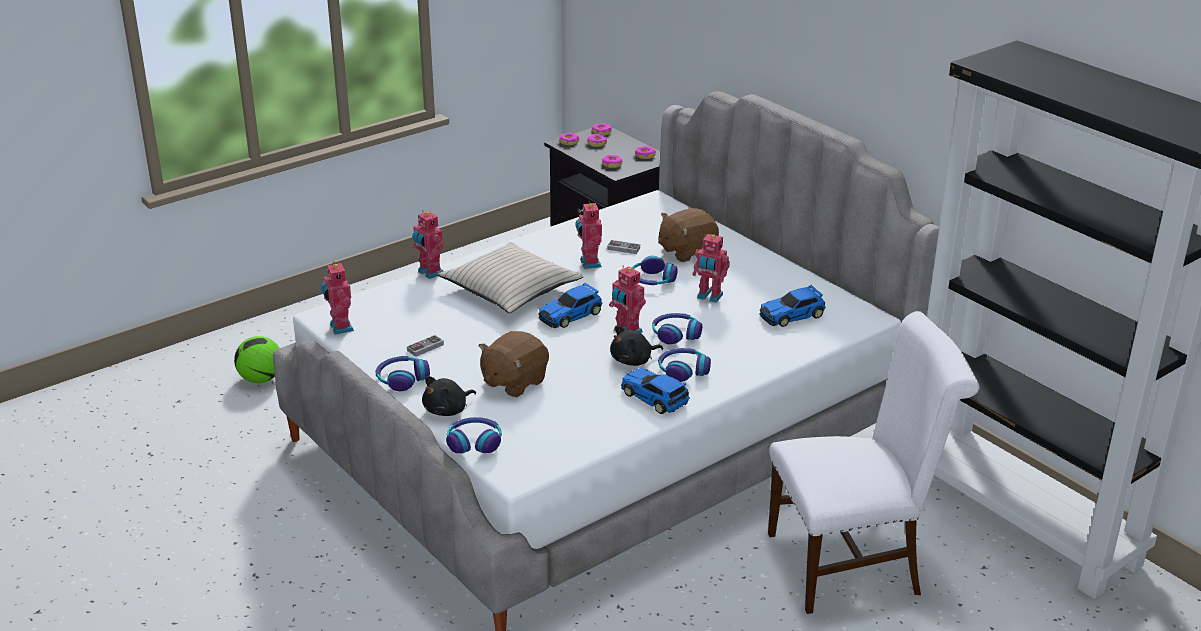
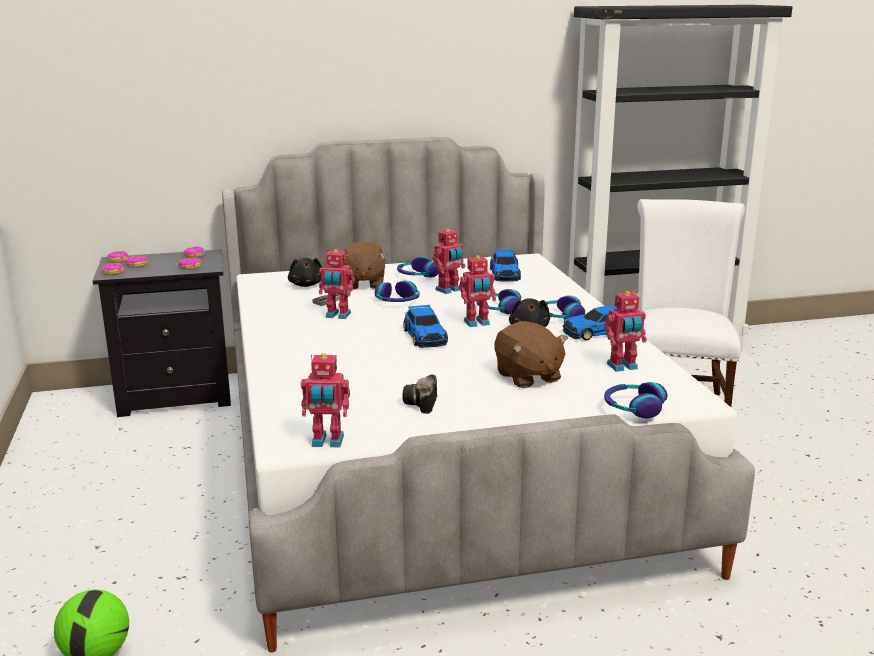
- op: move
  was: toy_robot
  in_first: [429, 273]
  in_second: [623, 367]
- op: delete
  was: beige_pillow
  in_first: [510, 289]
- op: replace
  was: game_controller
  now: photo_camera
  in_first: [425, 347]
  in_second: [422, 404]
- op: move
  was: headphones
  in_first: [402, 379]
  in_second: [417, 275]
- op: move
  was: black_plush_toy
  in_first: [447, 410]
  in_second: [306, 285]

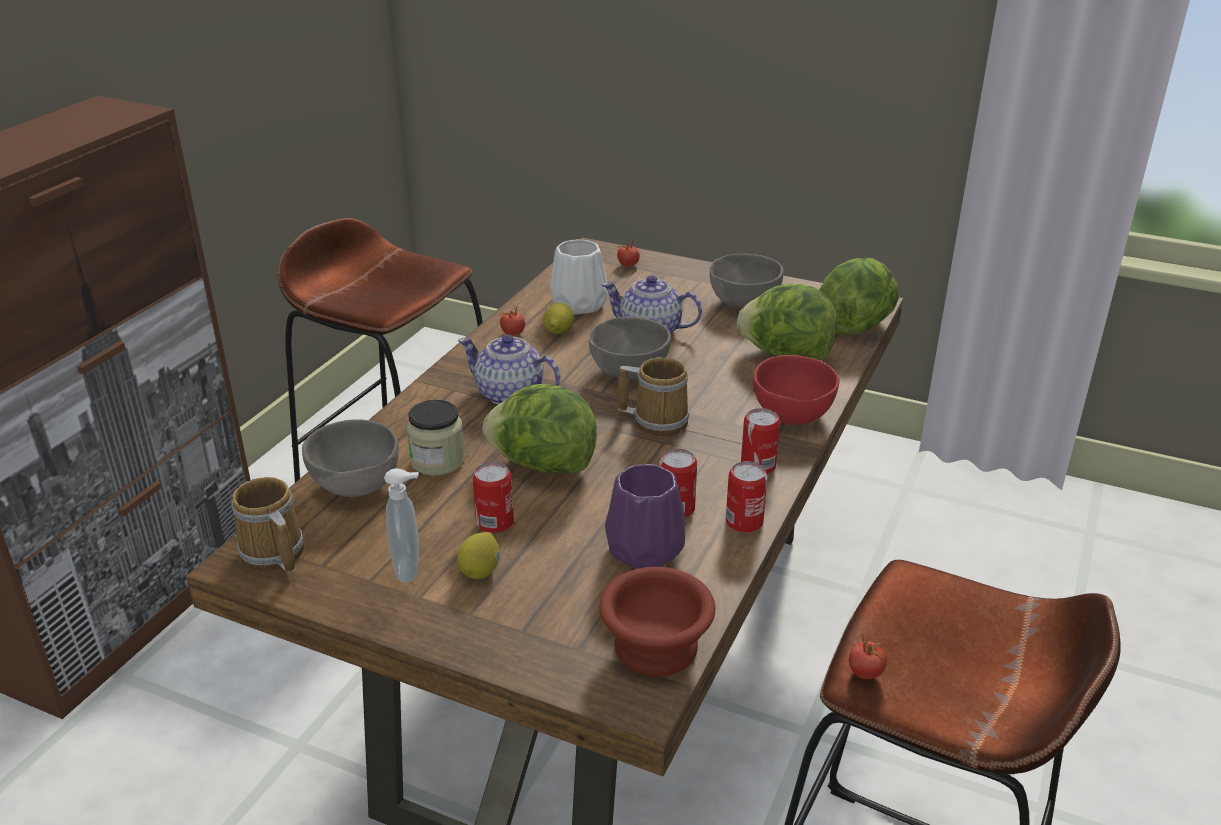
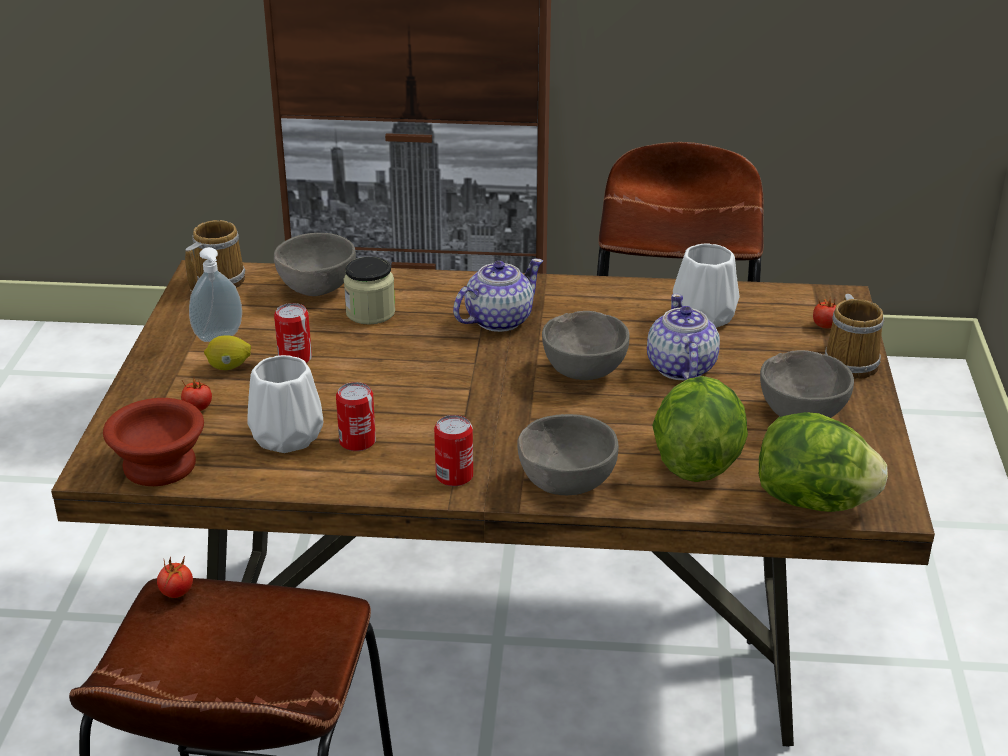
- op: delete
  was: lemon
  in_first: [558, 332]
- op: move
  was: tomato
  in_first: [513, 333]
  in_second: [198, 408]
- op: rotate
  was: teapot
  in_first: [510, 394]
  in_second: [497, 320]
  clockwise: 45
- op: recolor
  was: red_bowl
  now: grey_bowl
  in_first: [791, 415]
  in_second: [565, 483]
- op: move
  was: mug
  in_first: [657, 420]
  in_second: [851, 362]
- op: delete
  was: lettuce
  in_first: [543, 465]
- op: delete
  was: can
  in_first: [744, 522]
- op: recolor
  was: purple_vase
  now: white_vase
  in_first: [642, 550]
  in_second: [286, 435]

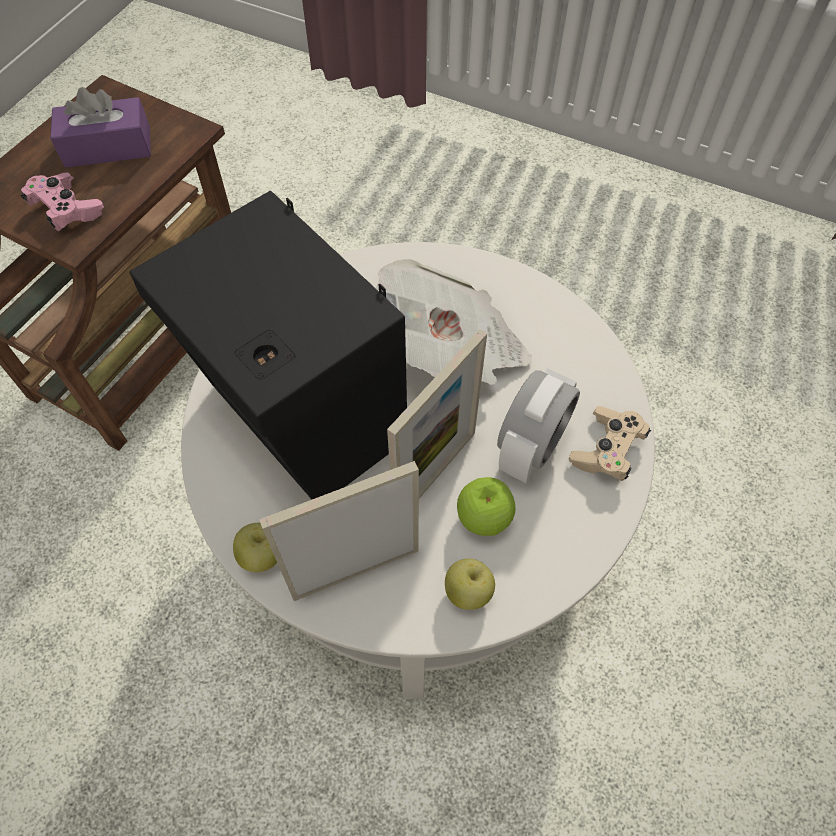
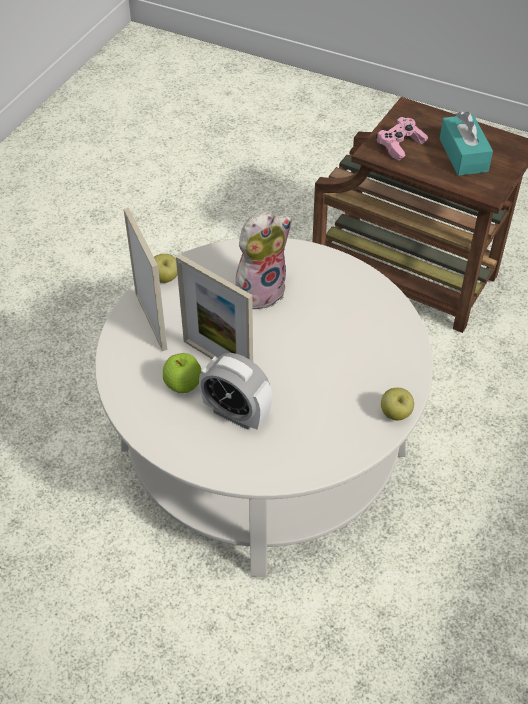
- op: recolor
  was: purple_tissue_box
  now: turquoise_tissue_box
  in_first: [108, 147]
  in_second: [463, 155]
- op: replace
  was: black_speaker
  now: plush_toy
  in_first: [302, 421]
  in_second: [260, 291]
- op: delete
  was: newspaper
  in_first: [450, 351]
- op: delete
  was: beige_game_controller
  in_first: [607, 450]
- op: move
  was: apple
  in_first: [468, 592]
  in_second: [395, 414]

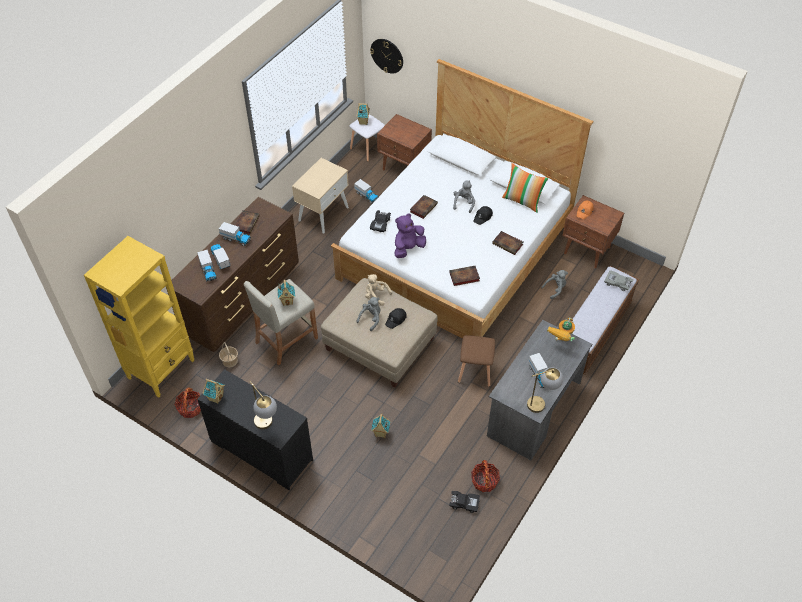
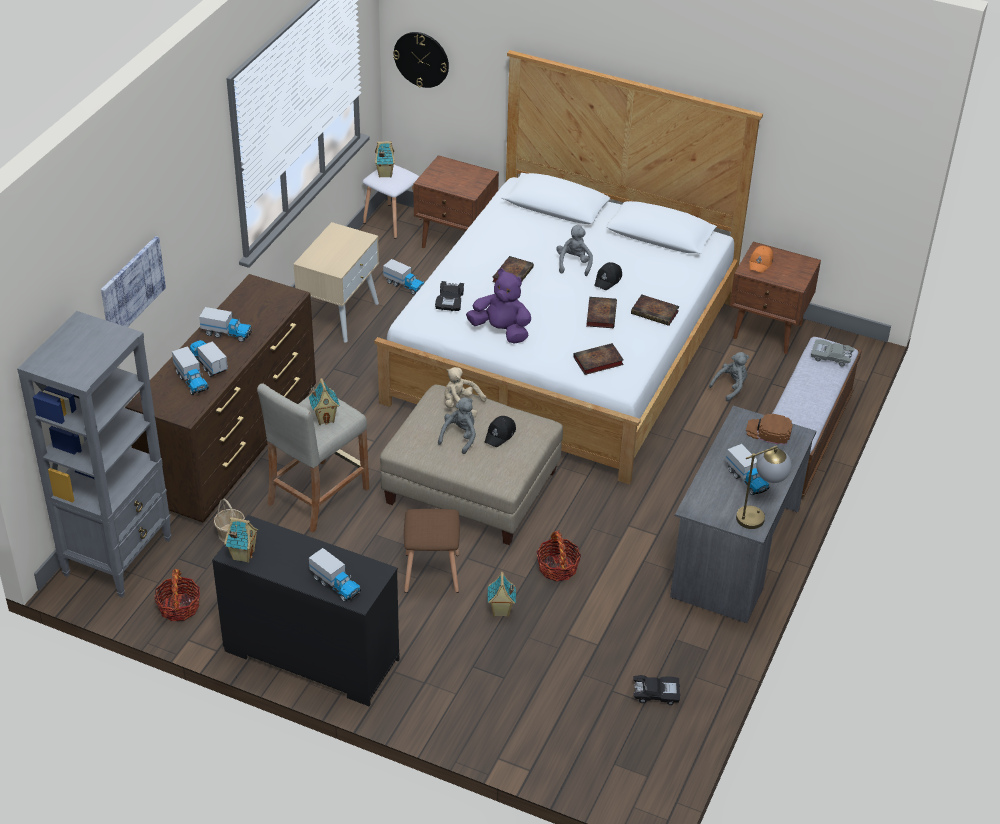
- op: delete
  was: pillow
  in_first: [522, 201]
- op: move
  was: book
  in_first: [246, 223]
  in_second: [601, 314]
- op: rotate
  was: purple_plush_toy
  in_first: [408, 248]
  in_second: [501, 331]
  clockwise: 75
- op: recolor
  was: yellow_bookcase
  now: grey_bookcase
  in_first: [162, 369]
  in_second: [119, 556]
- op: replace
  was: toy_robot
  now: brown_cap
  in_first: [561, 341]
  in_second: [768, 432]
- op: move
  was: brown_stool
  in_first: [475, 371]
  in_second: [431, 572]
- op: replace
  was: table_lamp
  now: toy_truck
  in_first: [267, 426]
  in_second: [336, 585]
- op: move
  was: basket
  in_first: [484, 481]
  in_second: [557, 568]
- op: insert
  now: picture
  in_second: [132, 288]

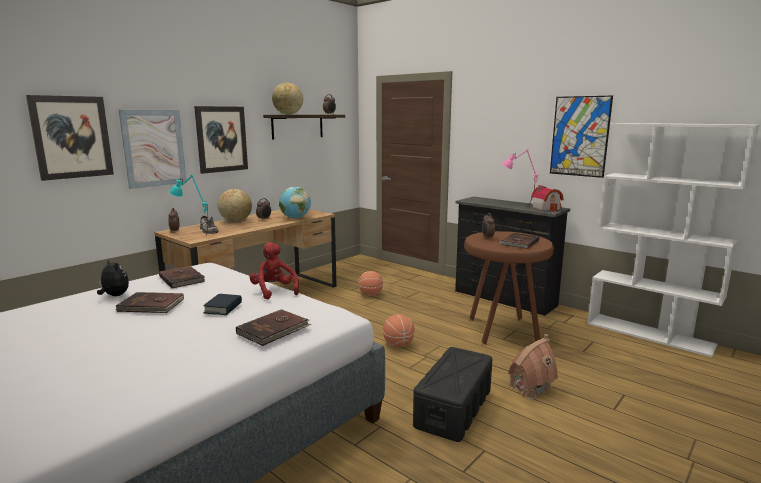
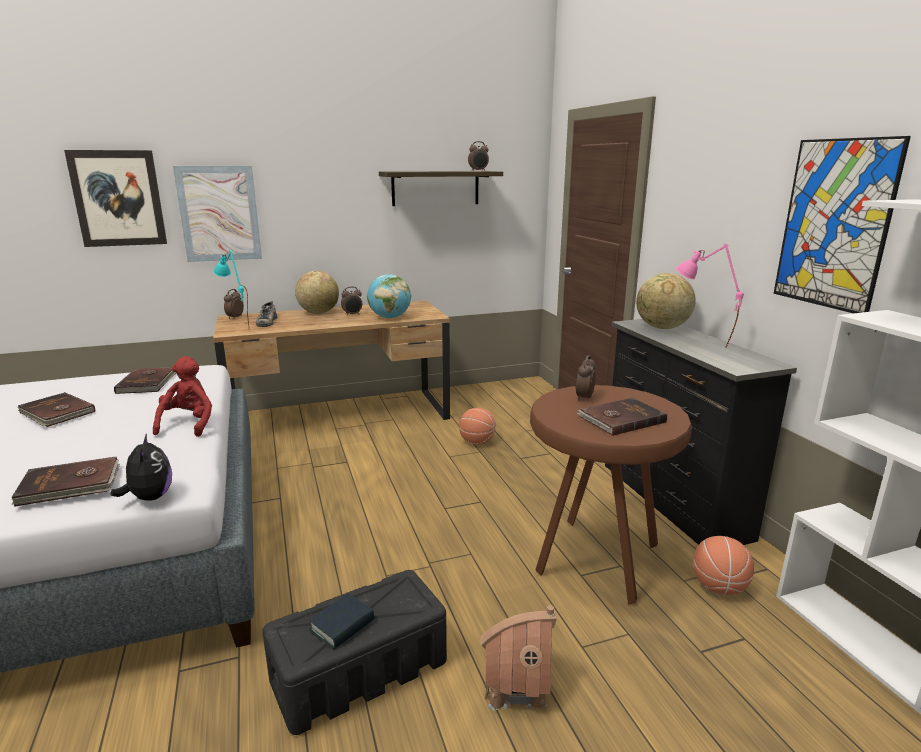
- op: move
  was: globe
  in_first: [288, 114]
  in_second: [662, 328]
- op: delete
  was: picture
  in_first: [221, 139]
- op: delete
  was: toy_house
  in_first: [547, 208]
- op: move
  was: plush_toy
  in_first: [114, 296]
  in_second: [150, 497]
- op: move
  was: book
  in_first: [223, 308]
  in_second: [342, 626]
- op: move
  was: basketball
  in_first: [398, 344]
  in_second: [718, 587]

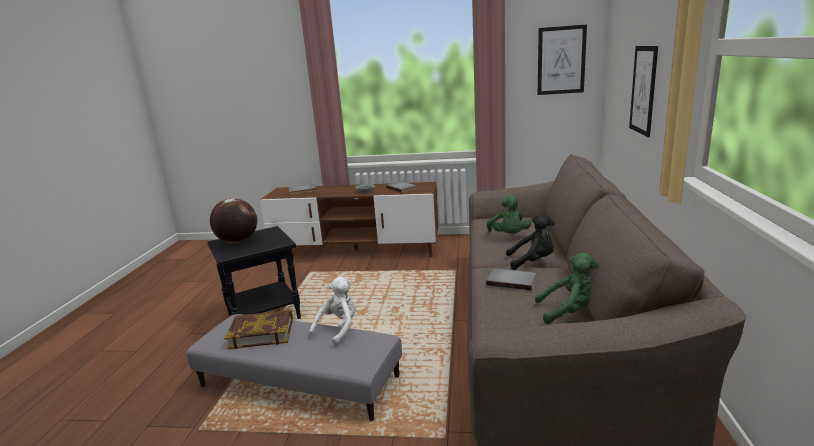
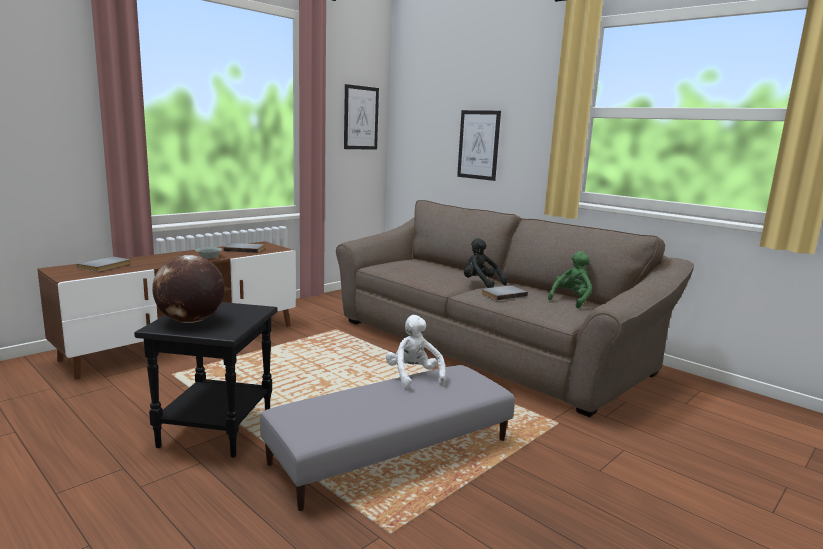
- op: delete
  was: green_plush_toy
  in_first: [509, 236]
- op: rotate
  was: black_plush_toy
  in_first: [532, 262]
  in_second: [480, 283]
  clockwise: -90
- op: delete
  was: book
  in_first: [261, 333]

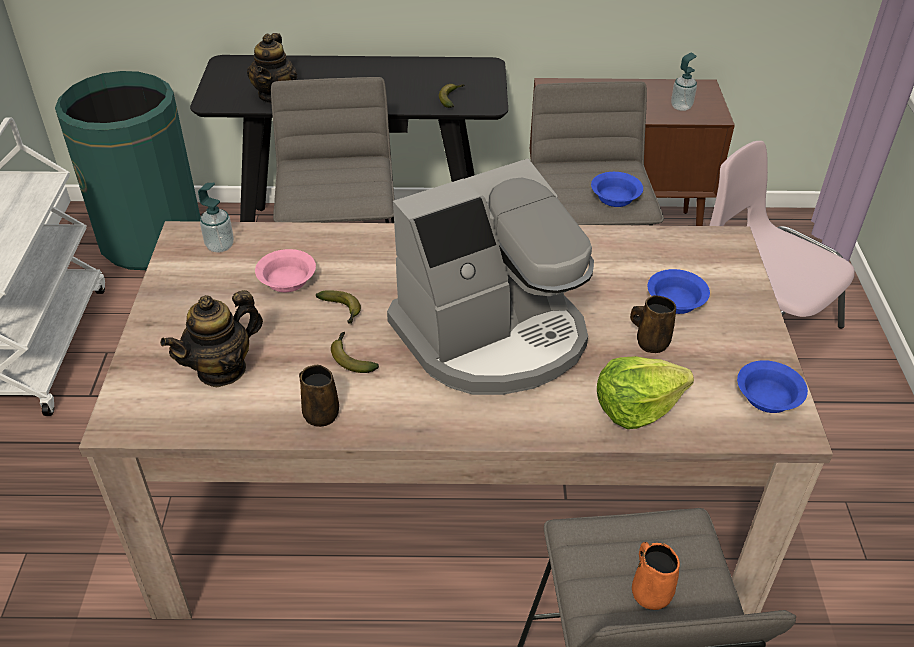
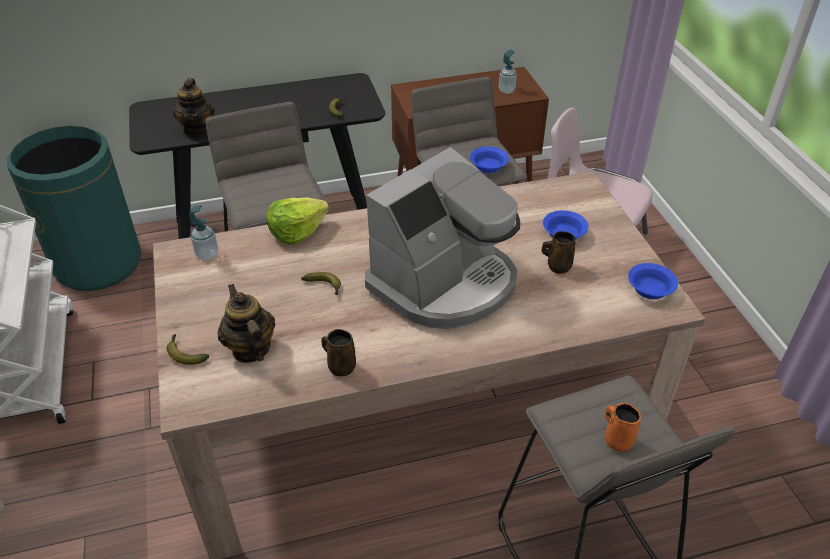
- op: delete
  was: pink_bowl
  in_first: [286, 282]
- op: rotate
  was: teapot
  in_first: [222, 369]
  in_second: [250, 349]
  clockwise: 120
- op: move
  was: banana
  in_first: [351, 358]
  in_second: [185, 353]
- op: move
  was: lettuce
  in_first: [636, 406]
  in_second: [297, 231]

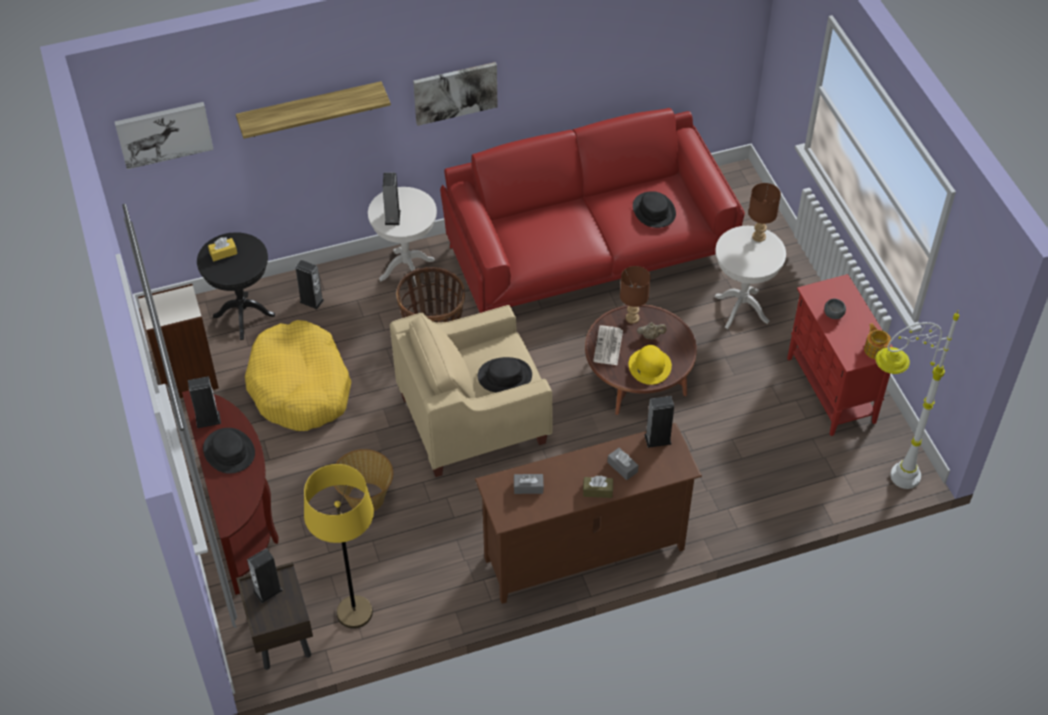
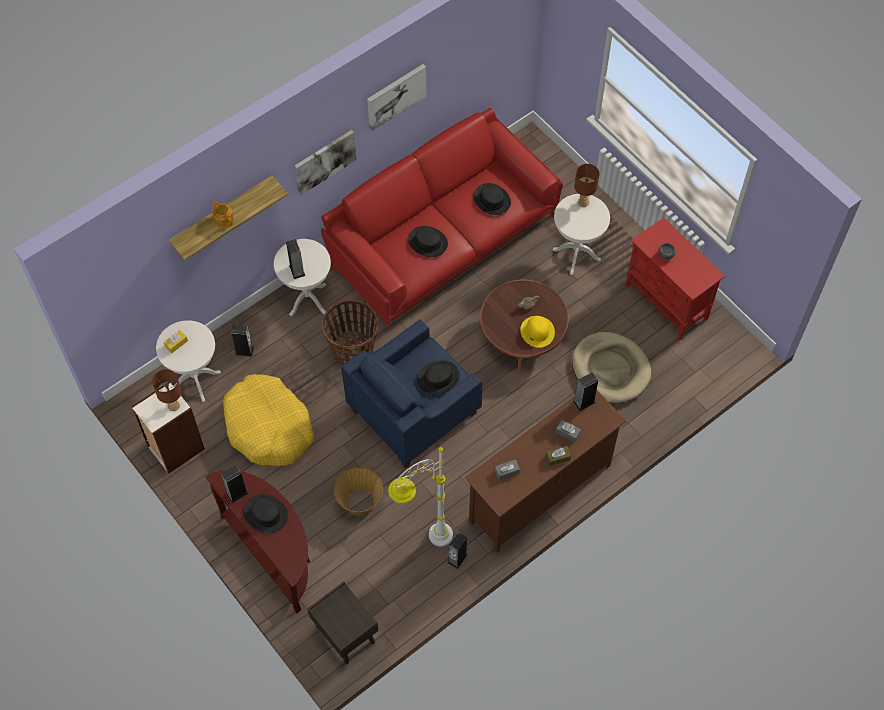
- op: move
  was: picture
  in_first: [164, 133]
  in_second: [395, 96]
- op: recolor
  was: black_side_table
  now: white_side_table
  in_first: [244, 316]
  in_second: [196, 380]
- op: move
  was: brown_table_lamp
  in_first: [632, 318]
  in_second: [174, 406]
- op: recolor
  was: beige_armchair
  now: blue_armchair
  in_first: [473, 419]
  in_second: [413, 411]
- op: move
  was: white_floor_lamp
  in_first: [880, 481]
  in_second: [422, 545]
- op: move
  was: teapot
  in_first: [876, 349]
  in_second: [223, 219]
- op: delete
  was: newspaper
  in_first: [608, 346]
- op: delete
  was: yellow_floor_lamp
  in_first: [354, 612]
- op: move
  was: speaker
  in_first: [268, 591]
  in_second: [457, 558]
- op: insert
  now: black_hat
  in_second: [427, 242]
- op: insert
  now: beige_dog_bed
  in_second: [610, 369]

